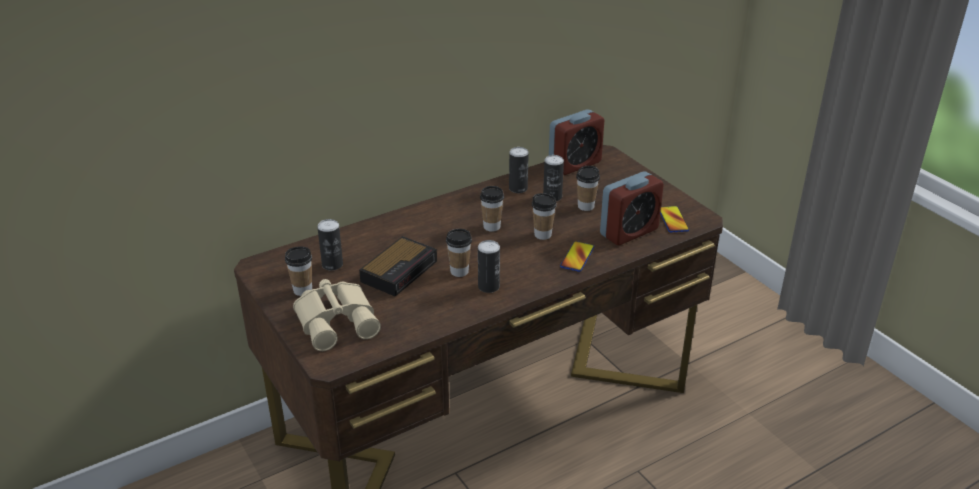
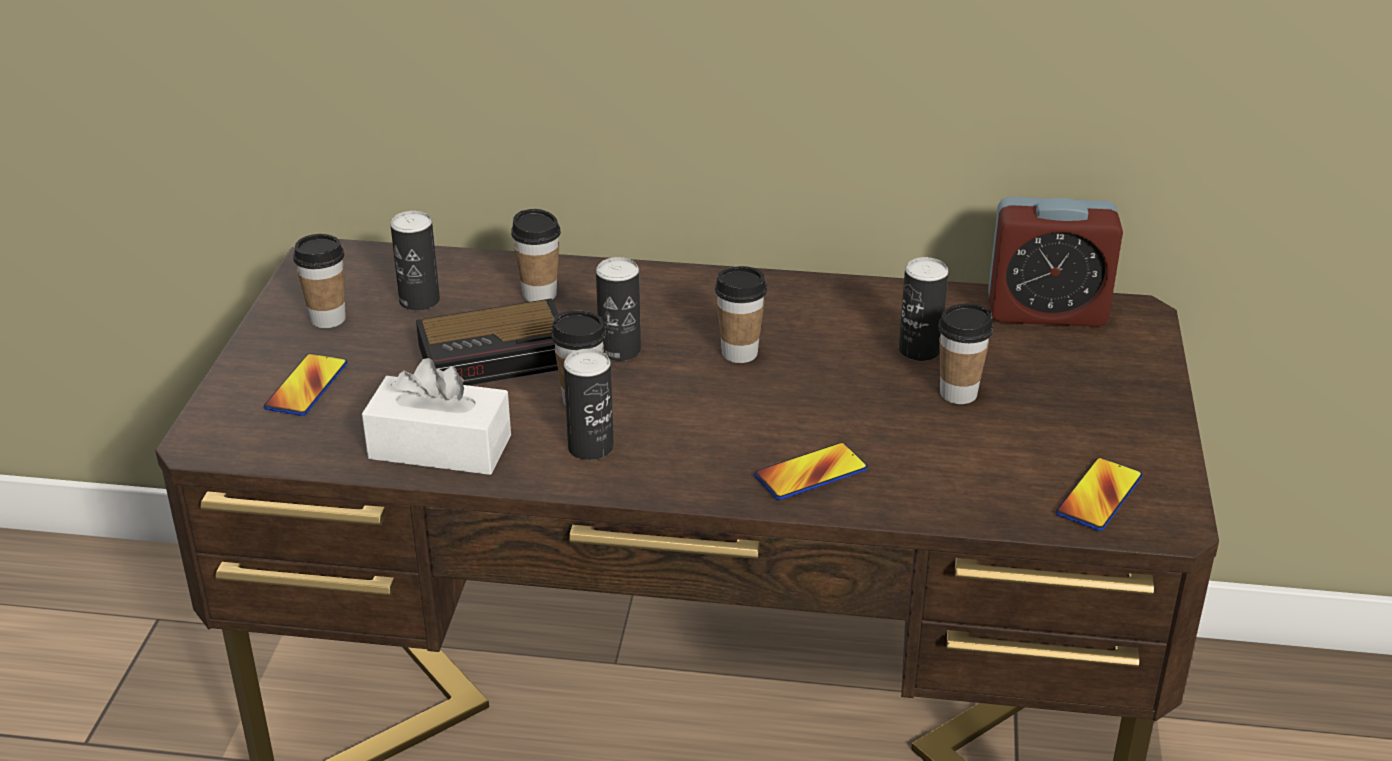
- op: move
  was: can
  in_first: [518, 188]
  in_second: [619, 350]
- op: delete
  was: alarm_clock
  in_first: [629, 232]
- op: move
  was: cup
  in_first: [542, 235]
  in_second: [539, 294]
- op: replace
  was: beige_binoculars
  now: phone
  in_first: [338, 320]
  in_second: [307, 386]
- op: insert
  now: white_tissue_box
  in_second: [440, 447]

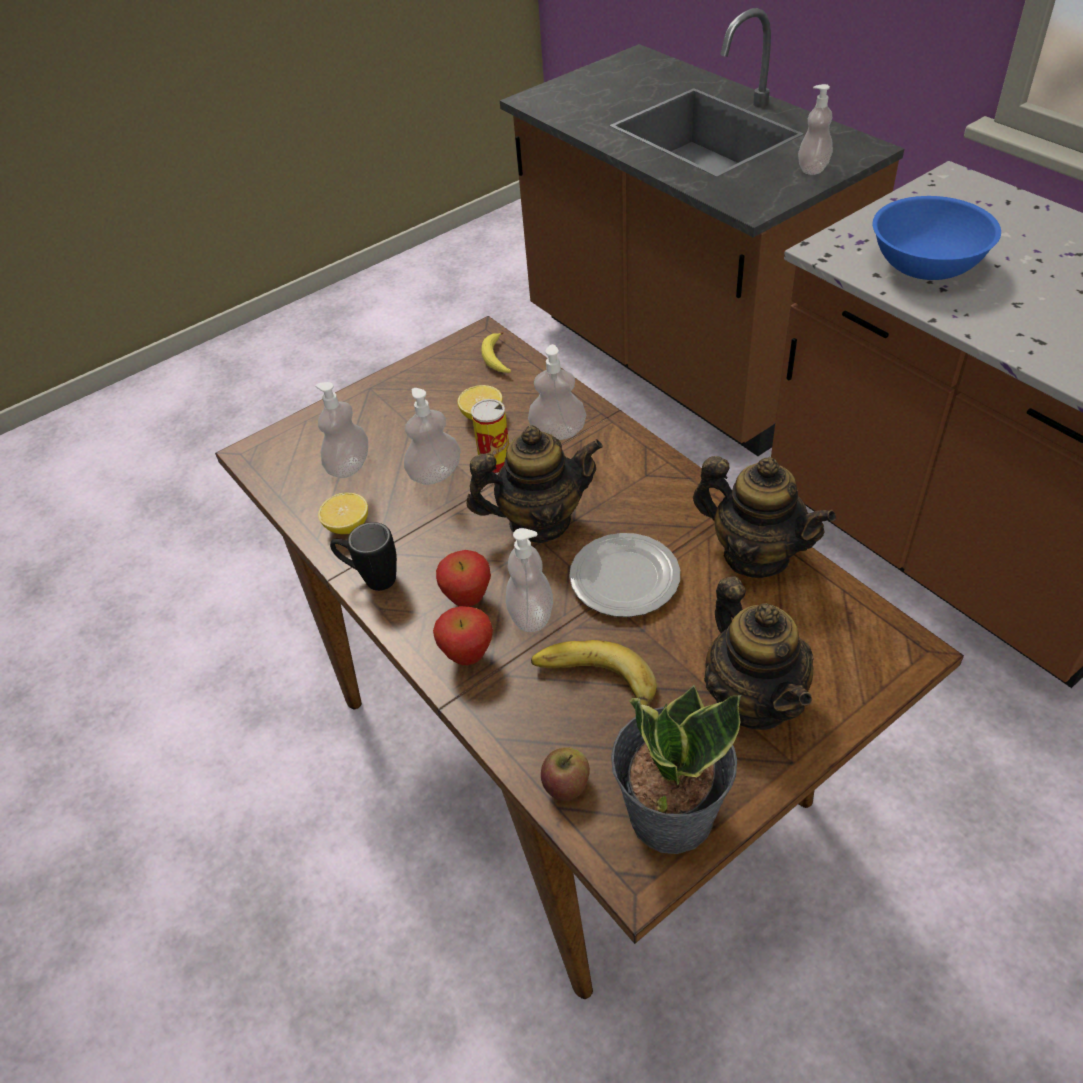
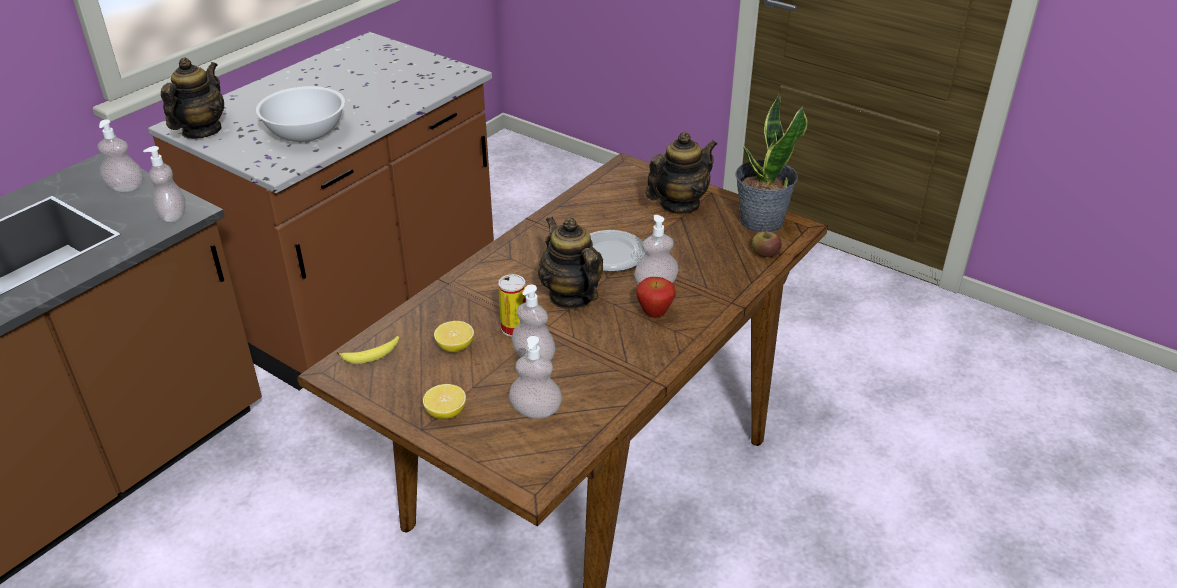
- op: recolor
  was: blue_bowl
  now: white_bowl
  in_first: [925, 265]
  in_second: [305, 133]
- op: move
  was: soap_dispenser
  in_first: [558, 432]
  in_second: [173, 216]
- op: move
  was: teapot
  in_first: [756, 555]
  in_second: [201, 131]
- op: move
  was: lemon
  in_first: [347, 526]
  in_second: [446, 413]
- op: delete
  was: black_mug
  in_first: [371, 578]
- op: delete
  was: apple
  in_first: [468, 656]
- op: delete
  was: banana
  in_first: [592, 686]

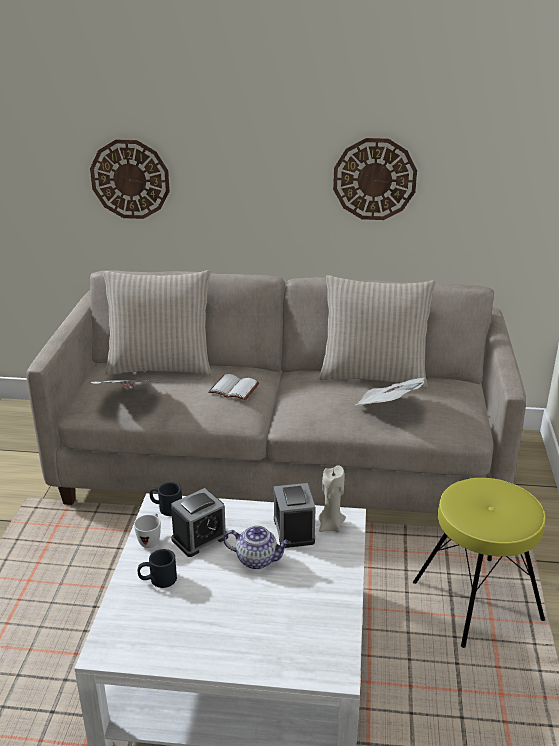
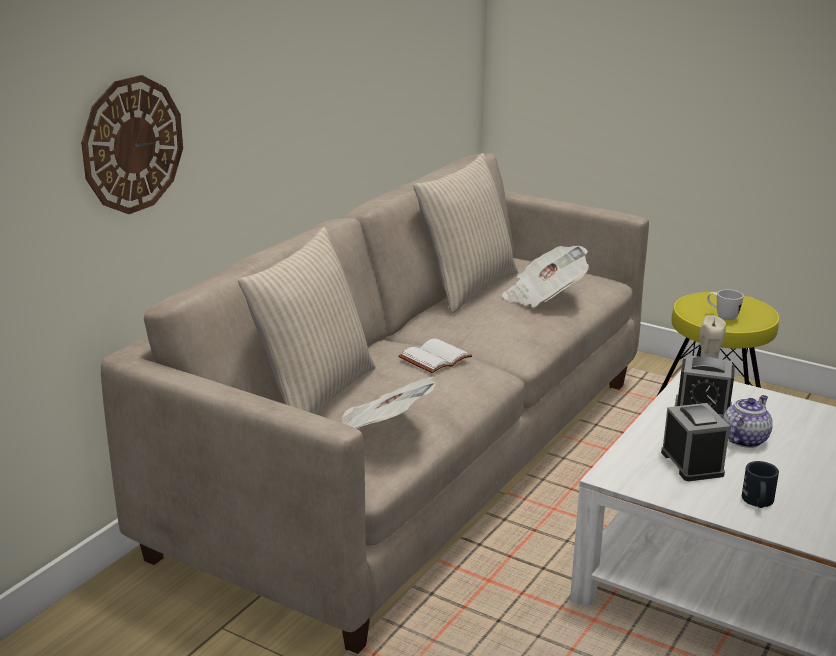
- op: delete
  was: wall_clock
  in_first: [374, 179]
- op: delete
  was: black_mug
  in_first: [166, 507]
- op: move
  was: white_mug
  in_first: [151, 540]
  in_second: [722, 316]

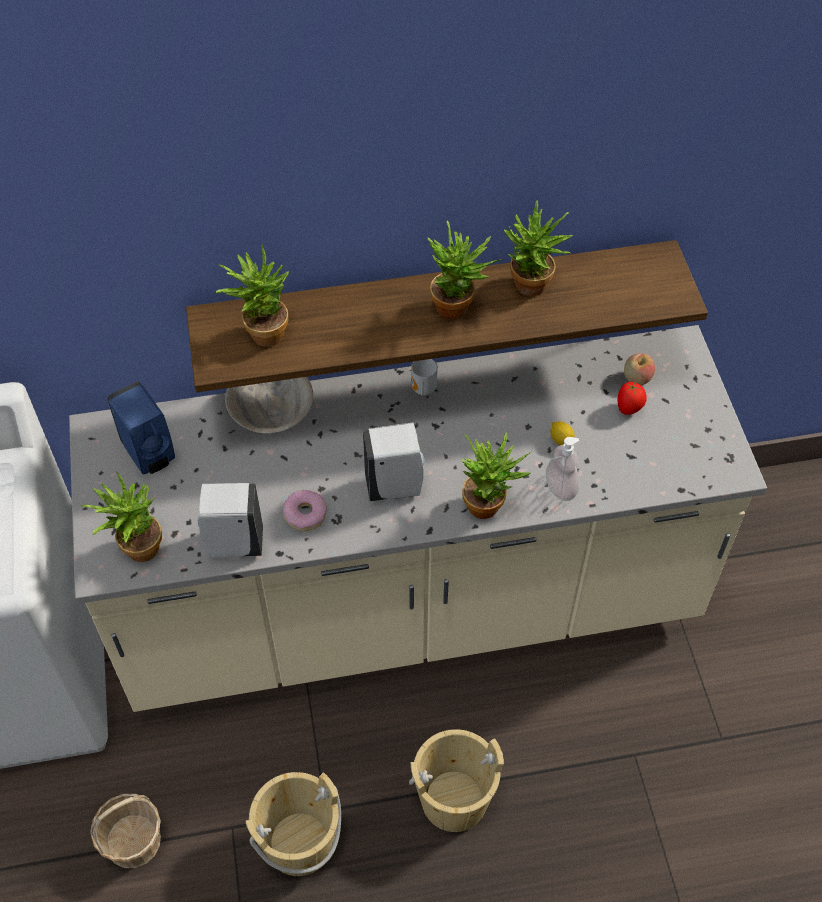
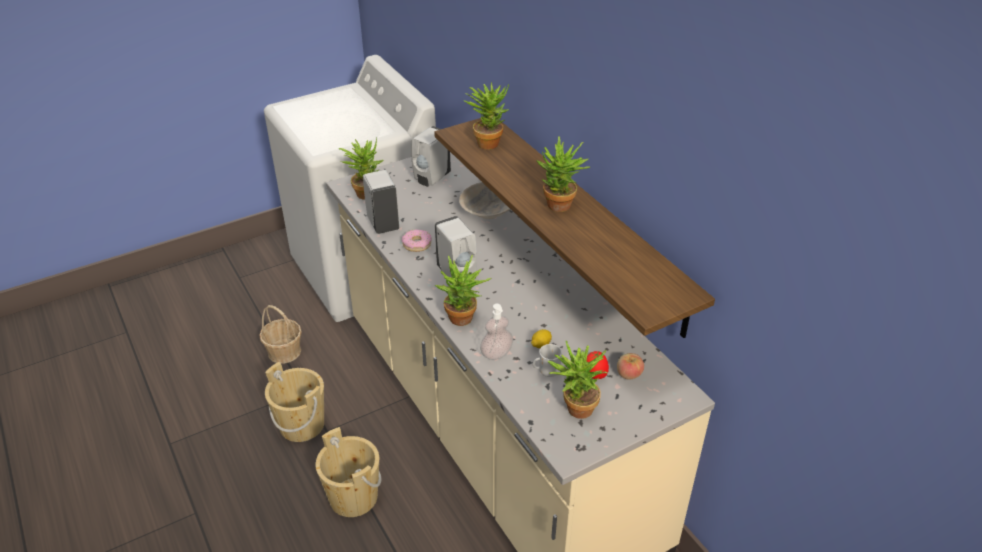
- op: move
  was: potted_plant
  in_first: [530, 290]
  in_second: [575, 410]
- op: move
  was: mug
  in_first: [422, 390]
  in_second: [547, 372]
- op: recolor
  was: blue_soap_dispenser
  now: white_soap_dispenser
  in_first: [150, 455]
  in_second: [431, 179]

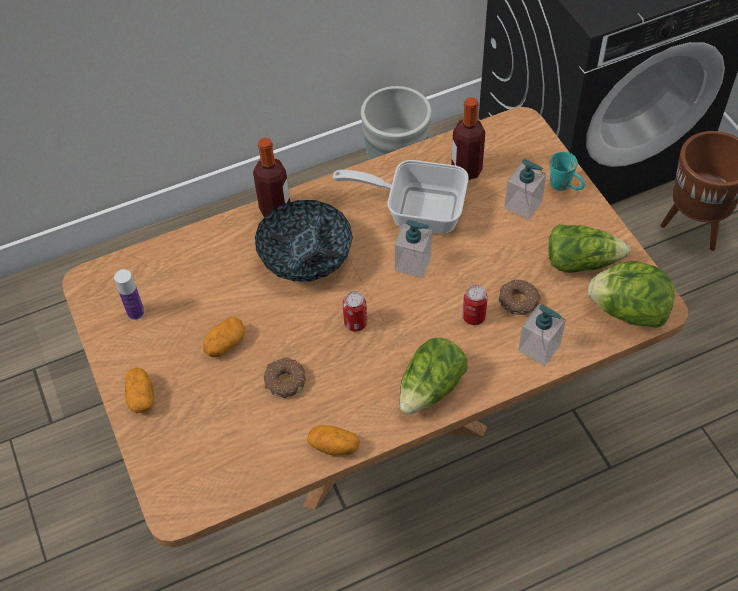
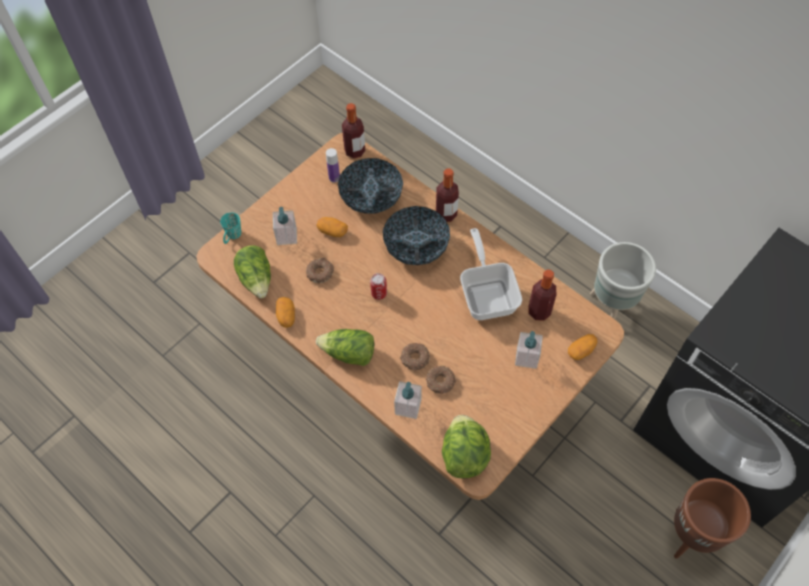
- op: move
  was: turquoise_mug
  in_first: [565, 186]
  in_second: [232, 237]
- op: move
  was: soap_dispenser
  in_first: [413, 263]
  in_second: [286, 236]
- op: move
  was: lettuce
  in_first: [581, 261]
  in_second: [257, 279]
- op: replace
  was: can
  now: donut
  in_first: [473, 317]
  in_second: [415, 359]
- op: move
  was: potato
  in_first: [141, 396]
  in_second: [581, 351]
- op: insert
  now: bottle
  in_second: [355, 151]
- op: insert
  now: bowl
  in_second: [371, 197]

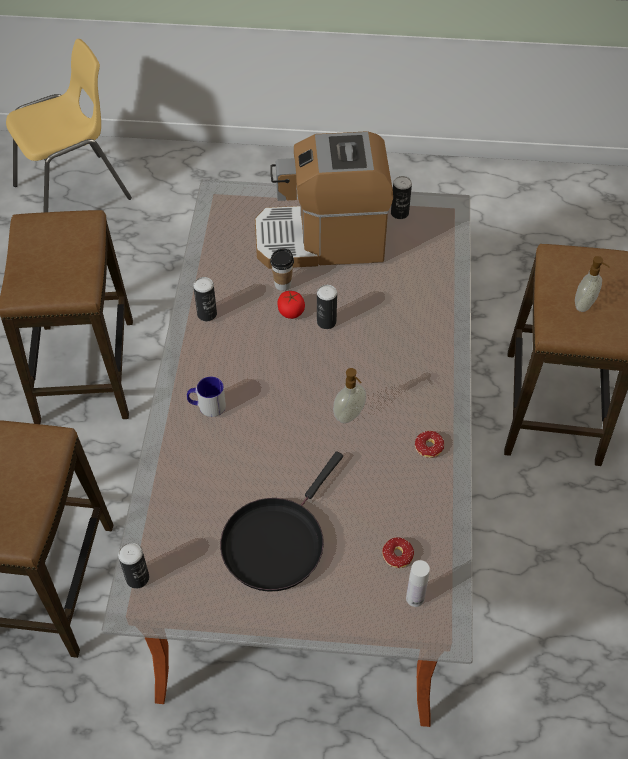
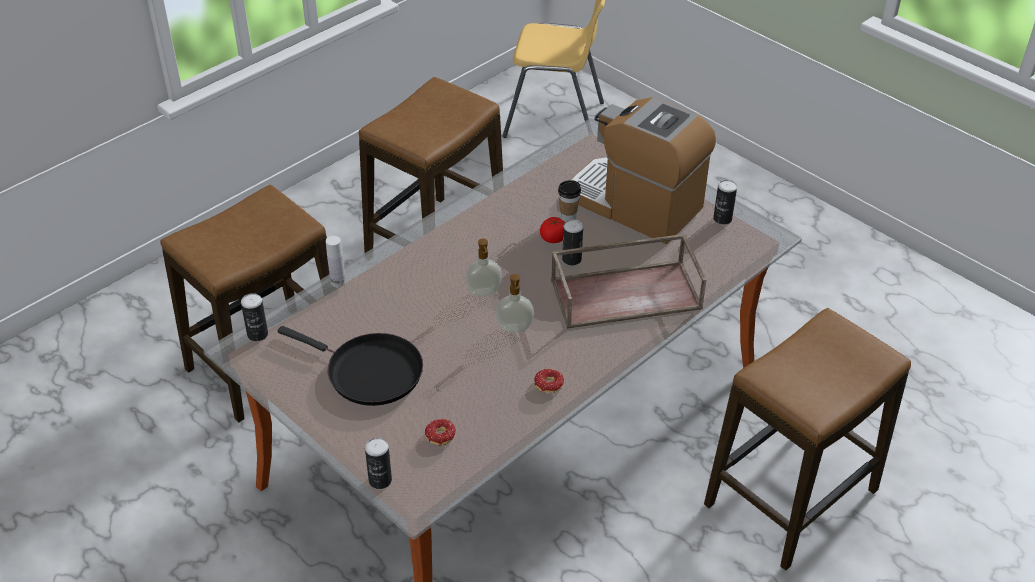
- op: move
  was: soap_dispenser
  in_first: [585, 305]
  in_second: [484, 293]
- op: move
  was: can
  in_first: [207, 314]
  in_second: [380, 480]
- op: delete
  was: mug
  in_first: [207, 406]
- op: rotate
  was: black_frying_pan
  in_first: [276, 541]
  in_second: [369, 372]
  clockwise: -135
- op: move
  was: white_bottle
  in_first: [415, 598]
  in_second: [338, 282]
- op: insert
  now: brown_tray
  in_second: [627, 293]

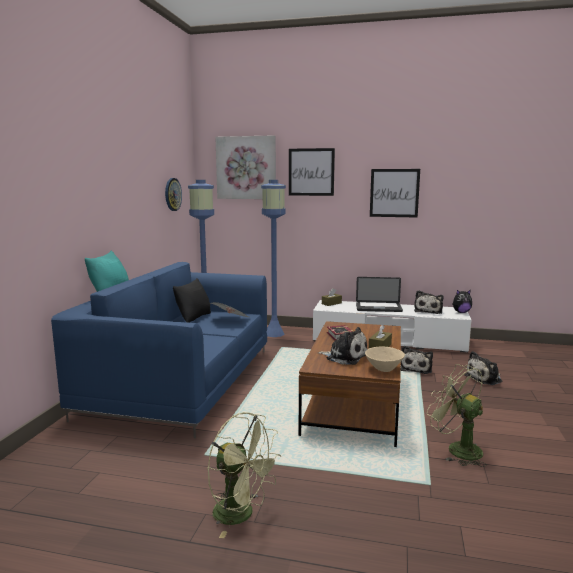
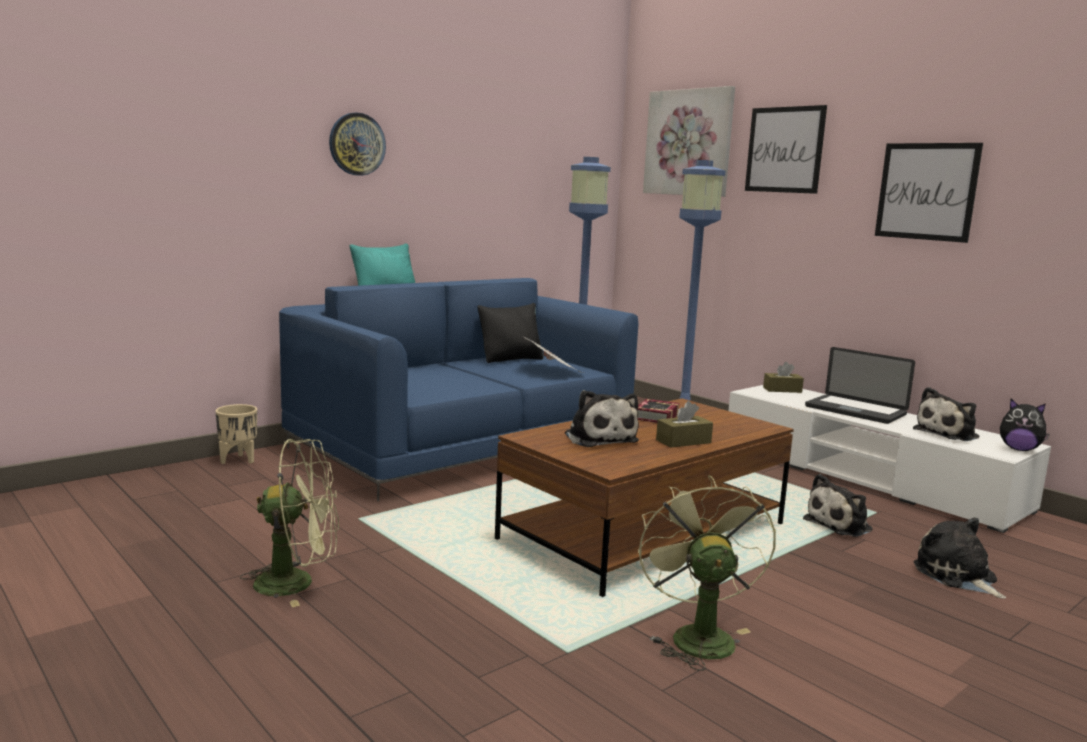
- op: move
  was: wall_clock
  in_first: [172, 194]
  in_second: [357, 144]
- op: delete
  was: beige_bowl
  in_first: [383, 369]
- op: rotate
  was: plush_toy
  in_first: [485, 378]
  in_second: [957, 576]
  clockwise: 60
- op: rotate
  was: green_fan
  in_first: [241, 514]
  in_second: [297, 583]
  clockwise: -75
- op: insert
  now: beige_planter
  in_second: [238, 460]

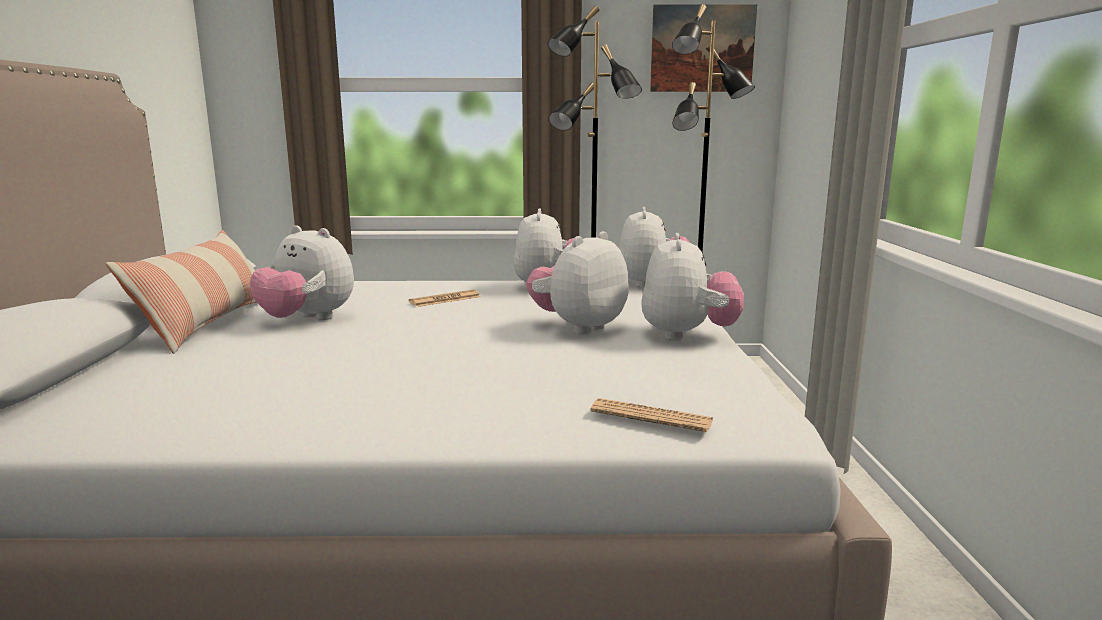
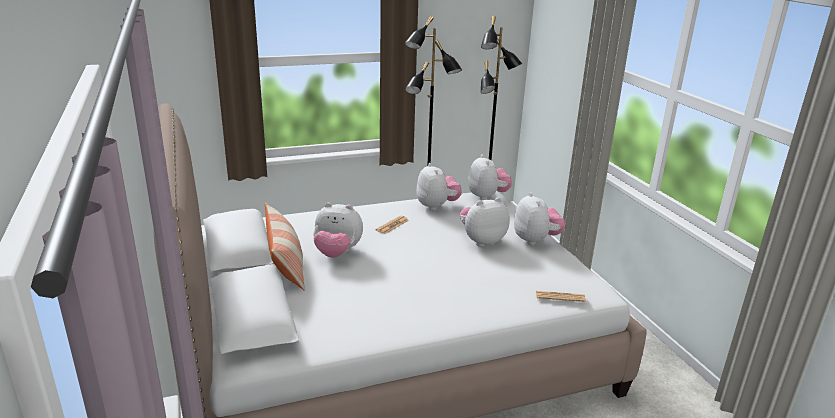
- op: delete
  was: picture
  in_first: [702, 48]
- op: rotate
  was: plush_toy
  in_first: [578, 327]
  in_second: [481, 241]
  clockwise: 45

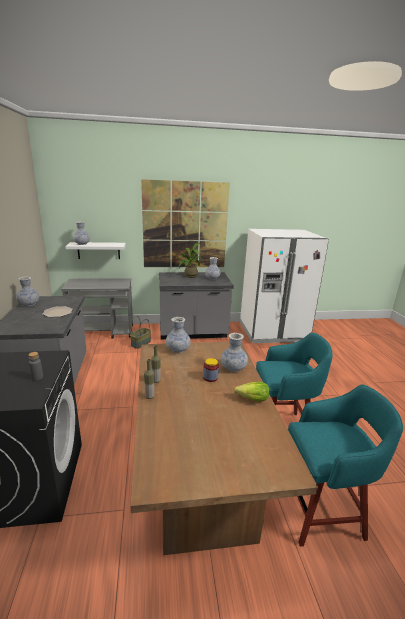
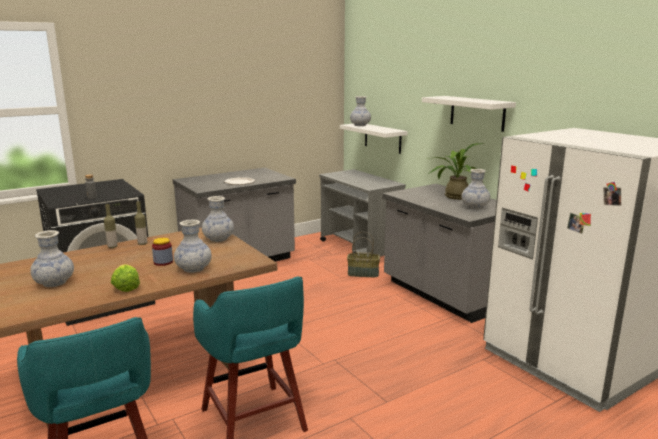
- op: replace
  was: picture
  now: white_shelf
  in_first: [185, 226]
  in_second: [477, 113]
- op: move
  was: vase
  in_first: [29, 304]
  in_second: [54, 283]

